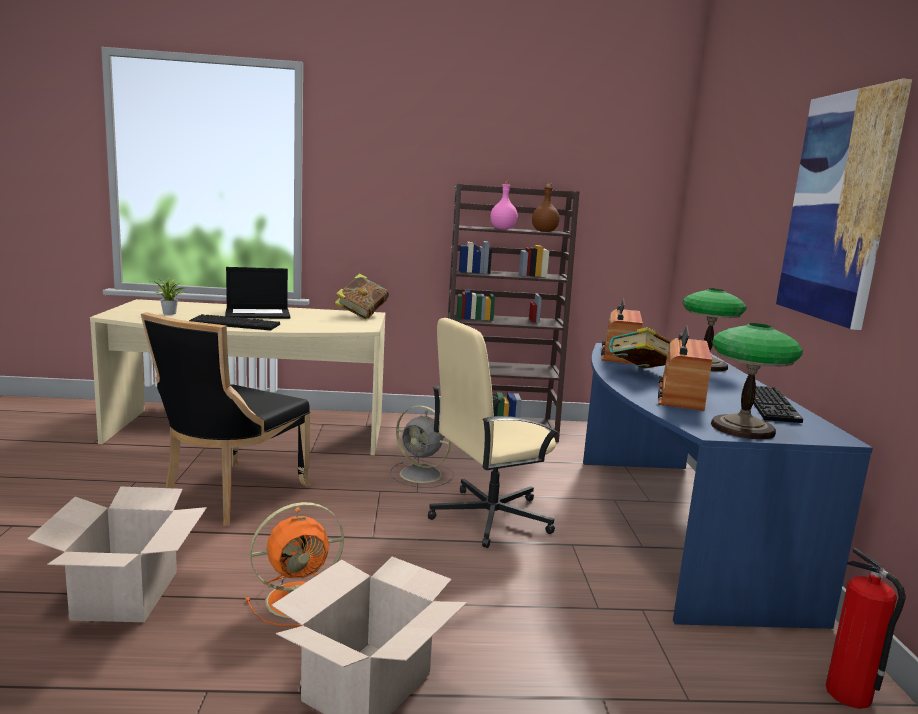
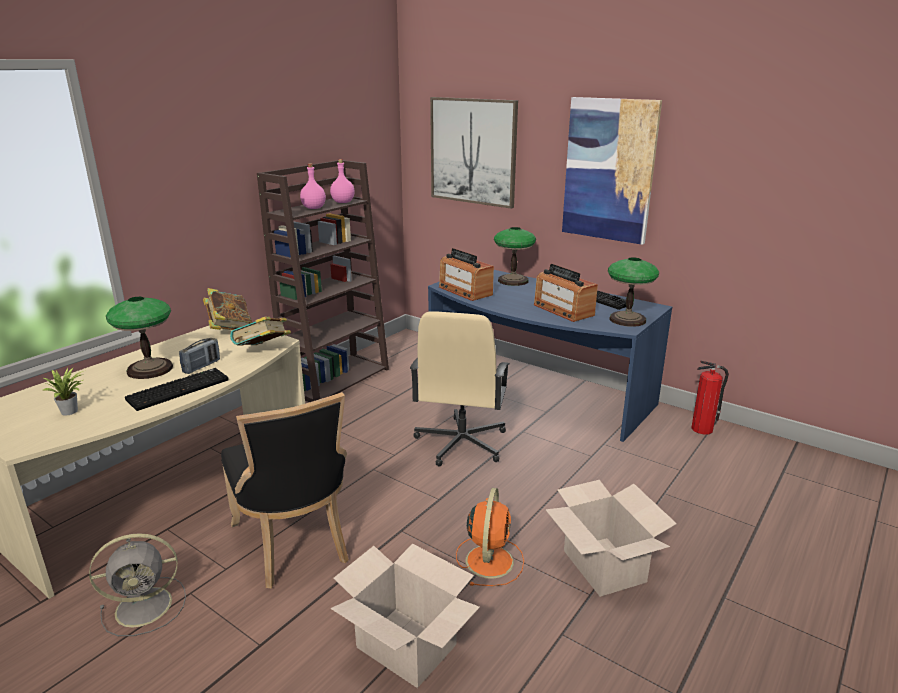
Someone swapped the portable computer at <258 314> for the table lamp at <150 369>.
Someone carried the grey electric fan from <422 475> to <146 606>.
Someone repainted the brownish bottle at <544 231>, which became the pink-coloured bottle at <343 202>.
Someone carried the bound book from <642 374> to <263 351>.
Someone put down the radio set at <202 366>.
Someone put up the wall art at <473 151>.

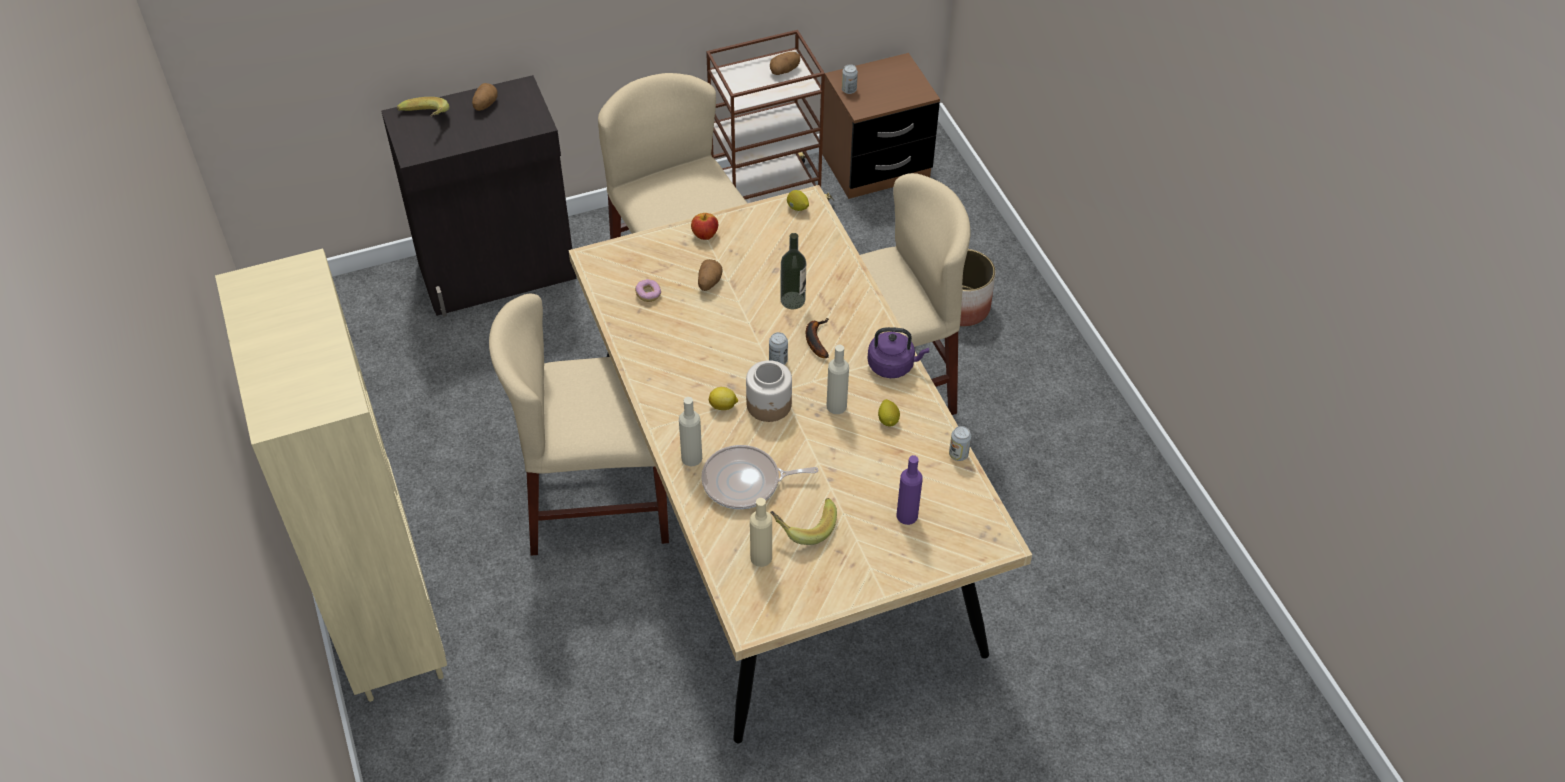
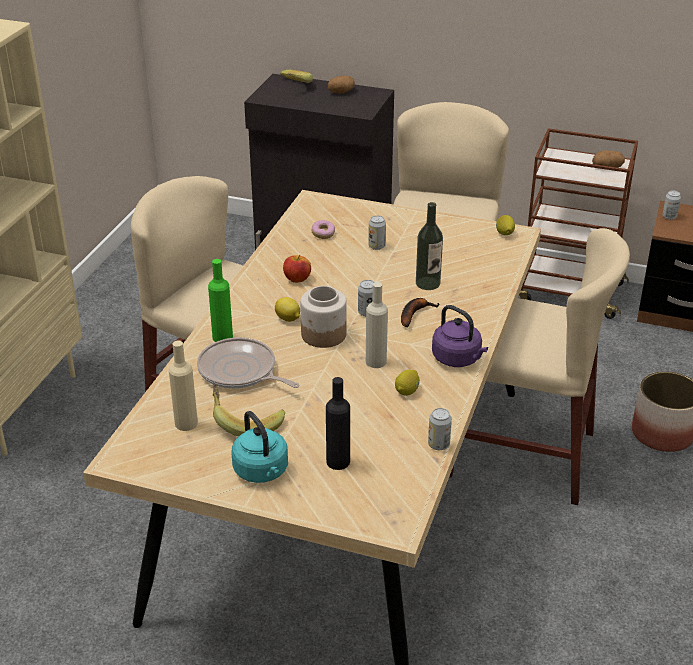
Someone repainted the beige bottle at <691 458>, which became the green bottle at <222 337>.
Someone carried the whole apple from <705 235> to <297 279>.
Someone swapped the whole potato at <709 282> for the can at <376 246>.
Someone repainted the purplish bottle at <907 515>, which became the blackish bottle at <338 461>.
Someone put down the turquoise-coloured kettle at <262 472>.

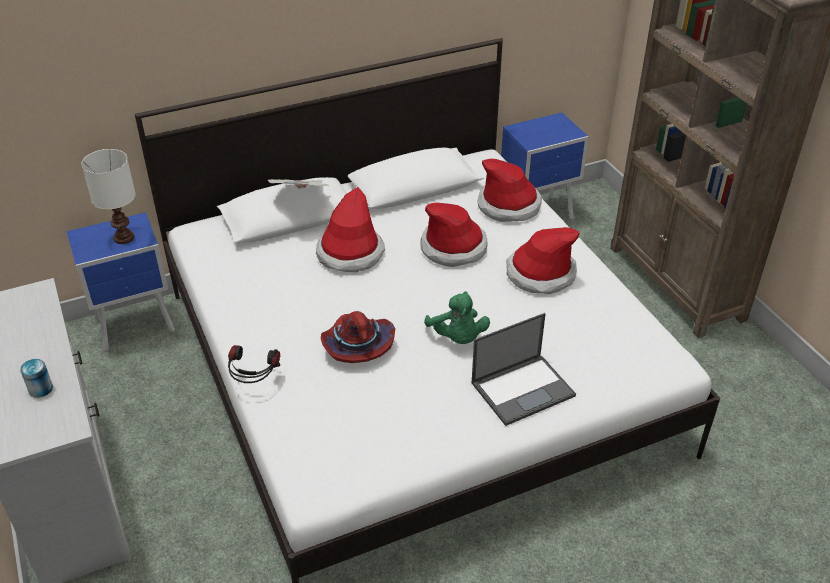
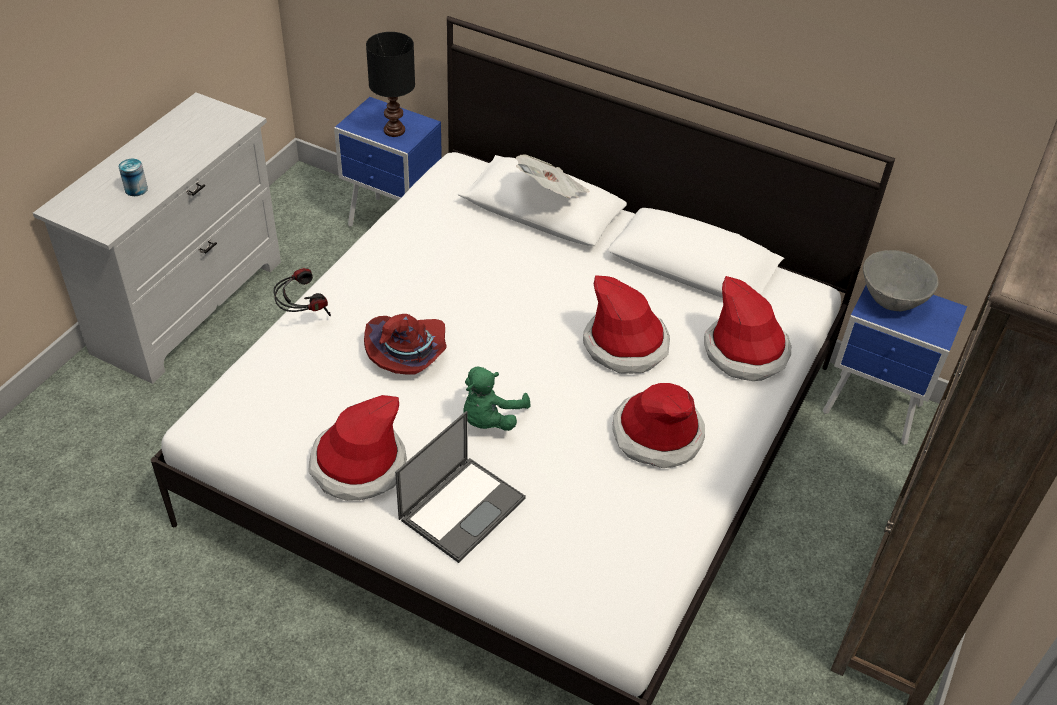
Someone repainted the white-coloured table lamp at <124 237>, which became the blackish table lamp at <395 130>.
Someone carried the clothing hat from <350 253> to <358 465>.
Someone rotated the portable computer at <523 389> by 75 degrees counterclockwise.
Someone put down the grey deep dish at <890 301>.

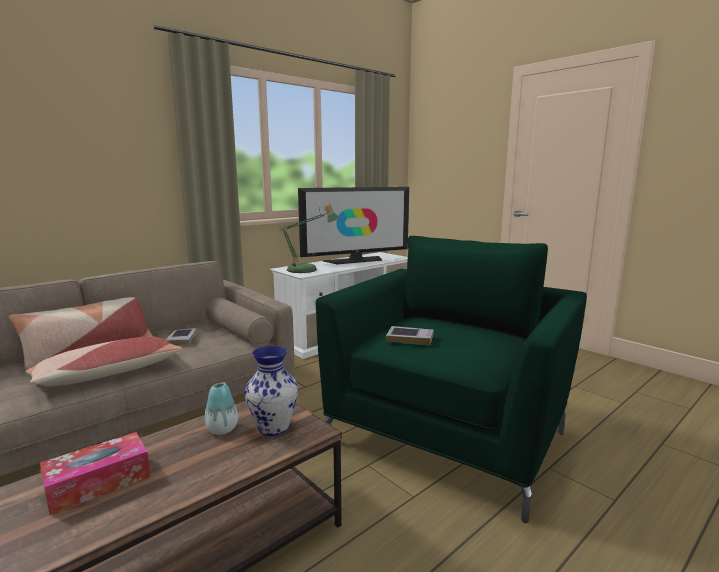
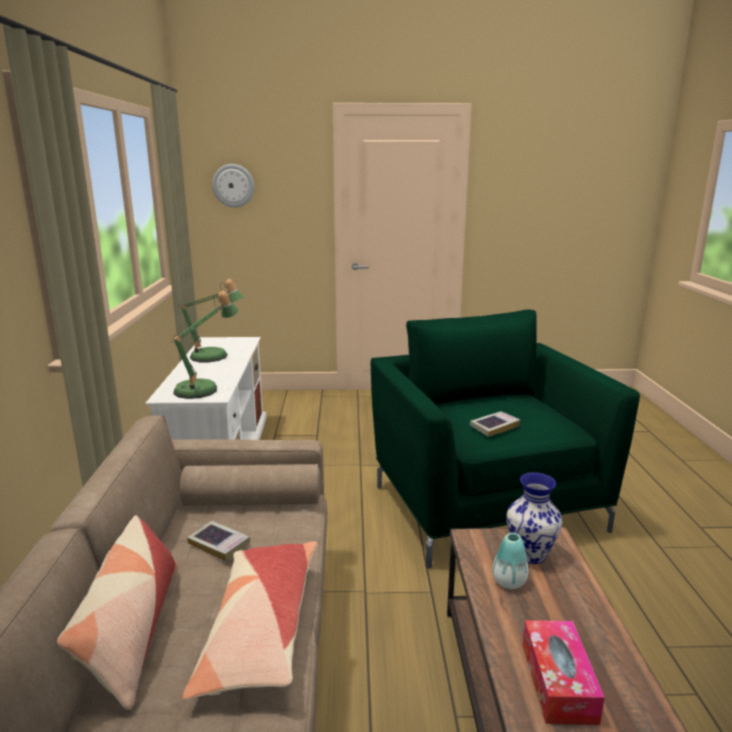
Someone swapped the TV at <355 260> for the table lamp at <214 358>.
Someone put up the wall clock at <233 185>.

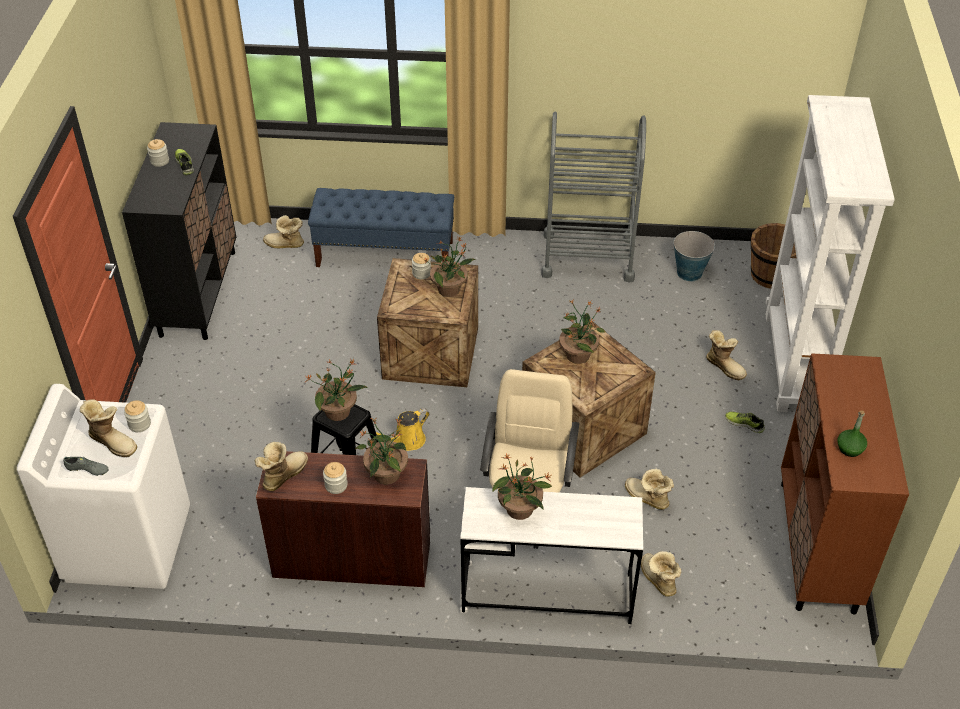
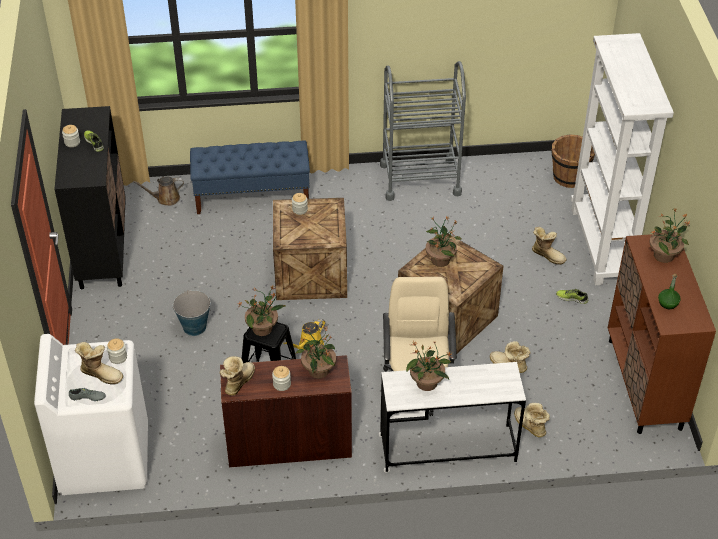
Someone swapped the tall boot at <285 245> for the brownish sprinkling can at <165 199>.
Someone carried the houseplant from <450 289> to <664 255>.
Someone carried the pail from <689 272> to <194 327>.

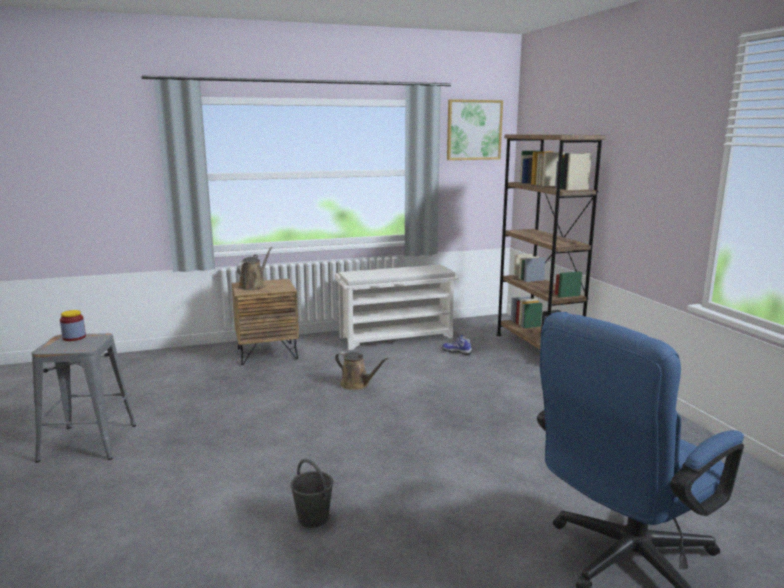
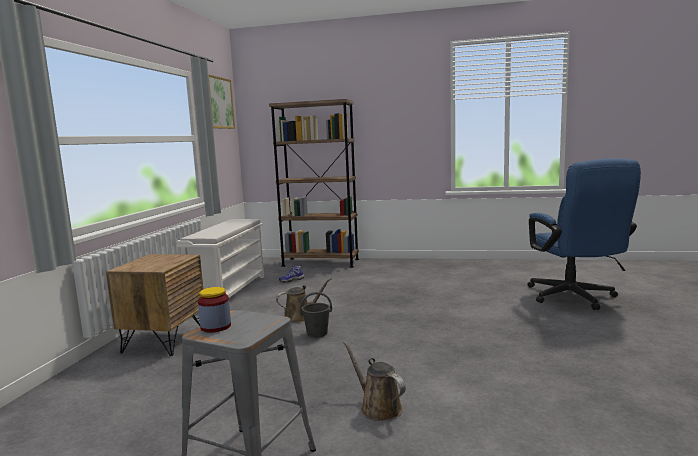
Someone carried the brownish sprinkling can from <253 286> to <378 407>.
Someone carried the grey pail from <313 518> to <317 333>.

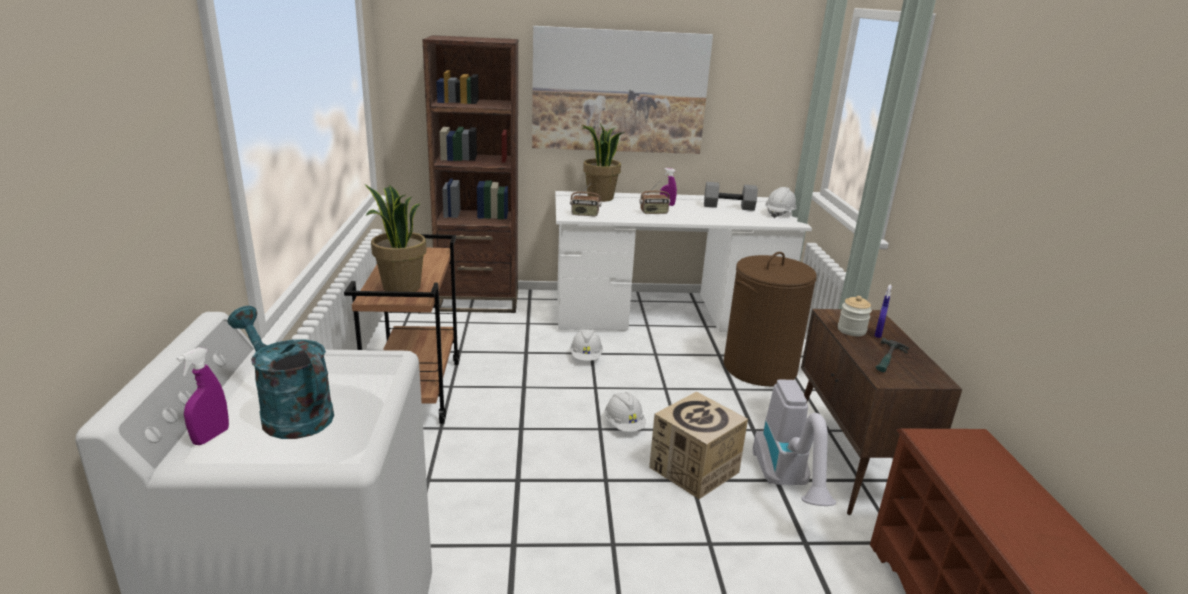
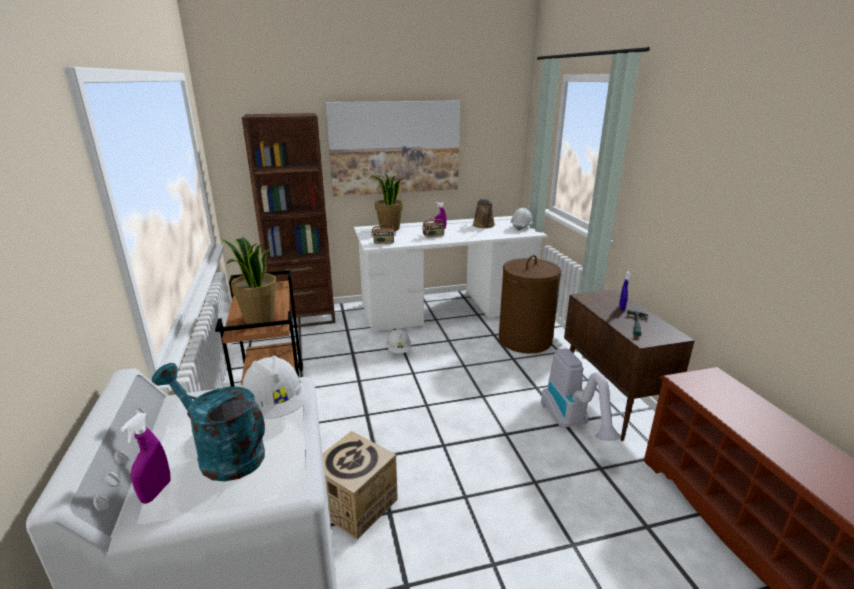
Someone carried the white-coloured work helmet from <624 425> to <275 406>.
Someone carried the packing box from <694 470> to <356 505>.
Someone swapped the grey dumbbell at <729 206> for the brownish sprinkling can at <484 225>.
Someone took away the storage jar at <851 330>.

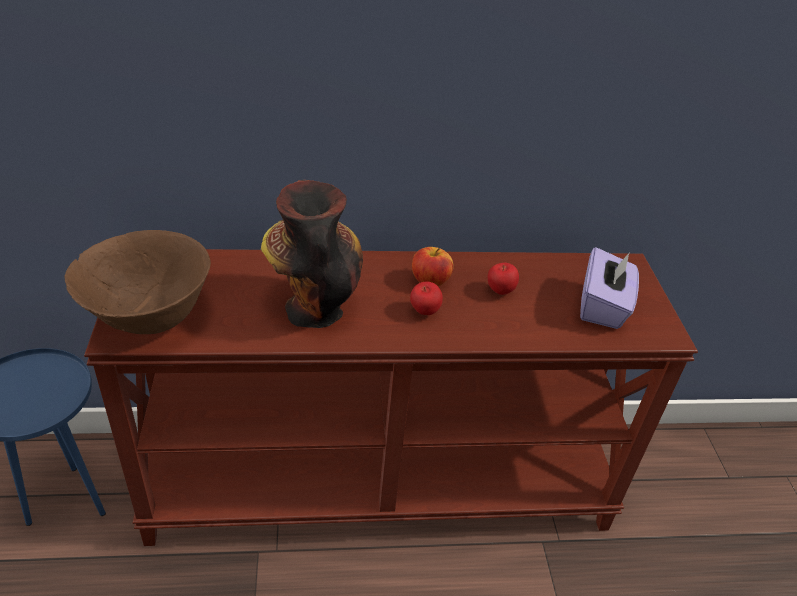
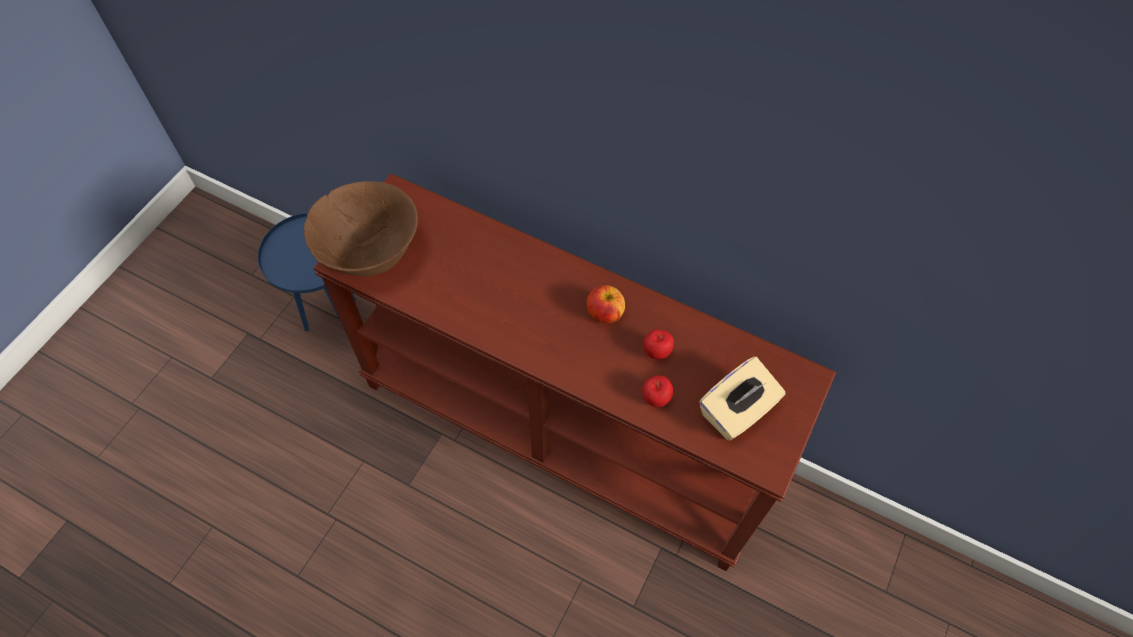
Someone took away the decorative vase at <312 307>.
Someone carried the whole apple from <424 312> to <655 398>.
Someone repainted the purplish box of tissues at <603 306>, which became the beige box of tissues at <737 411>.

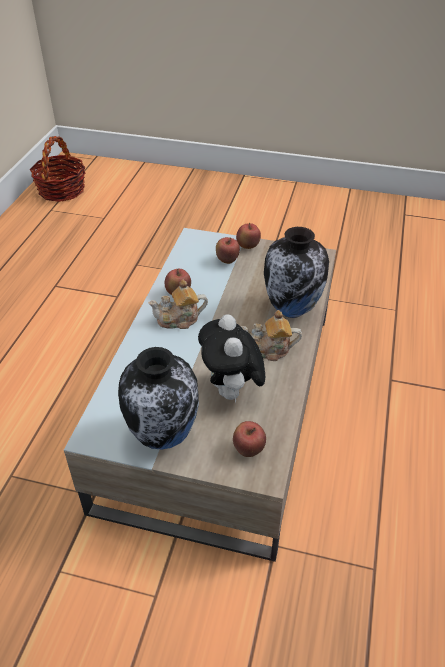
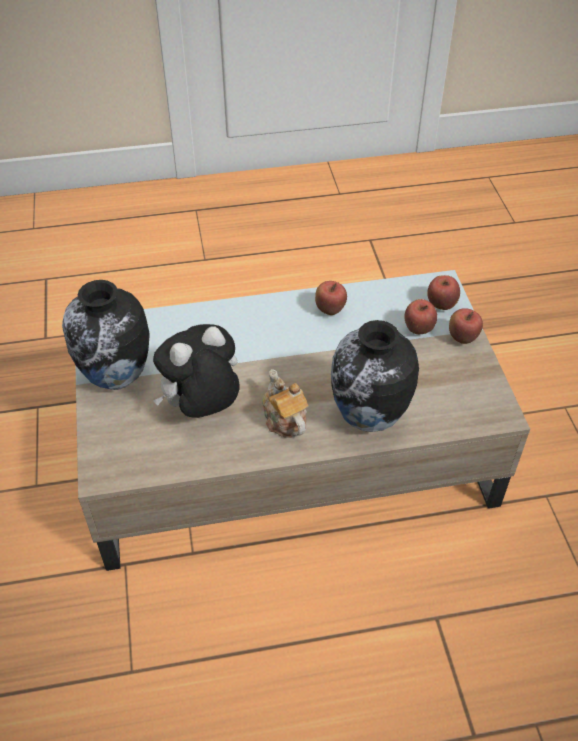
Someone took away the household basket at <61 190>.
Someone took away the pot for tea at <179 319>.
Someone carried the whole apple from <248 450> to <441 305>.

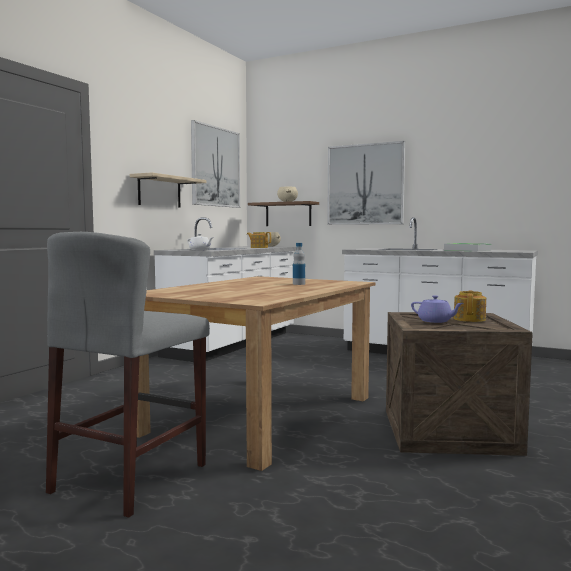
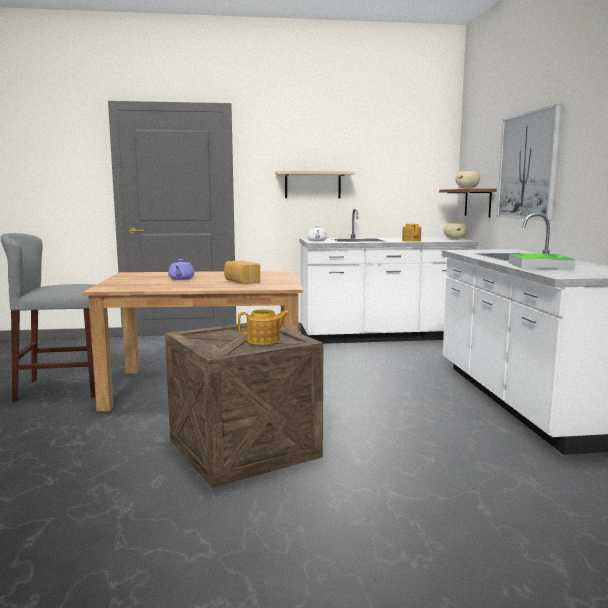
Someone took away the wall art at <215 167>.
Someone swapped the bottle at <299 284> for the baked bread at <241 281>.
Someone carried the purplish pot for tea from <435 321> to <181 279>.

